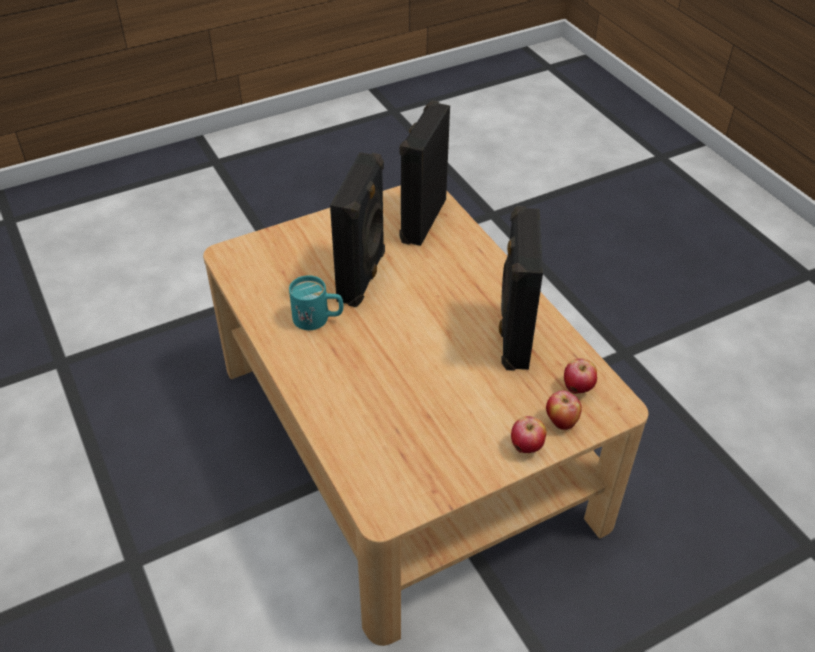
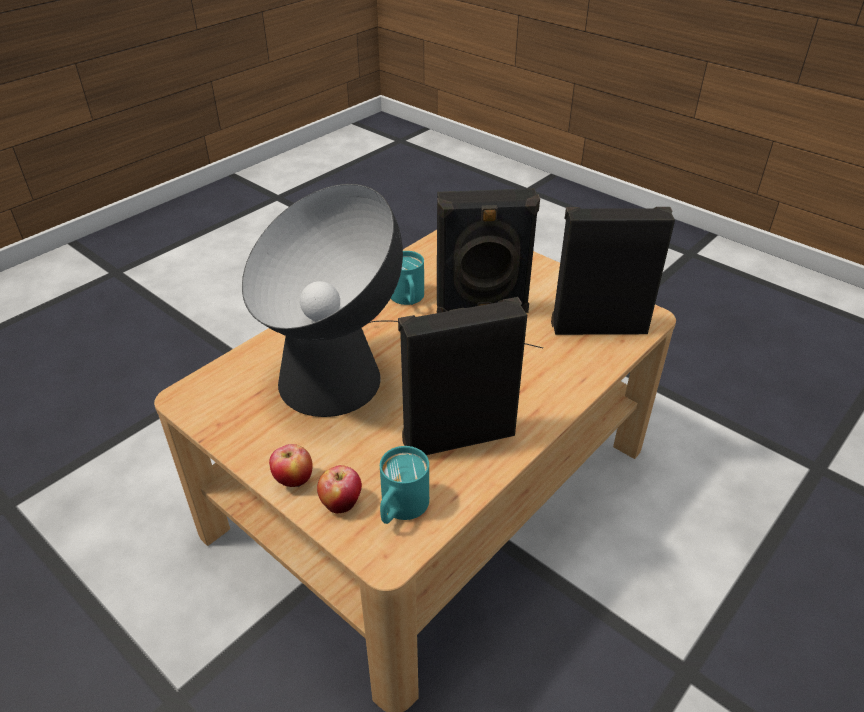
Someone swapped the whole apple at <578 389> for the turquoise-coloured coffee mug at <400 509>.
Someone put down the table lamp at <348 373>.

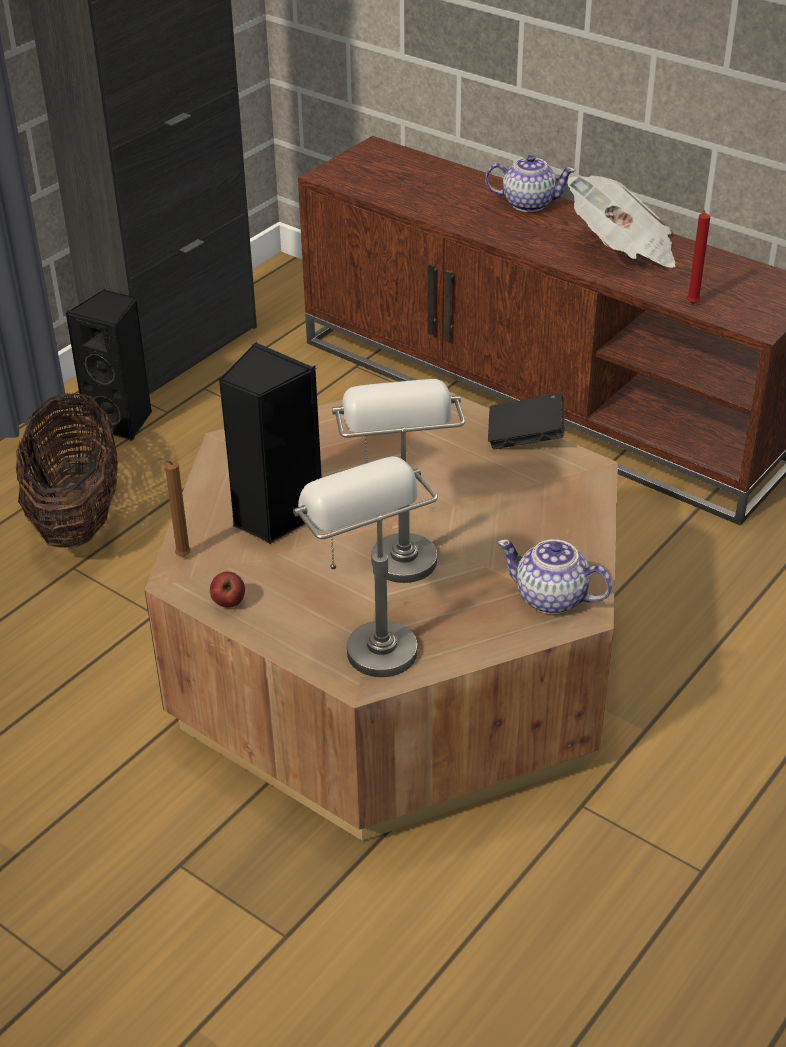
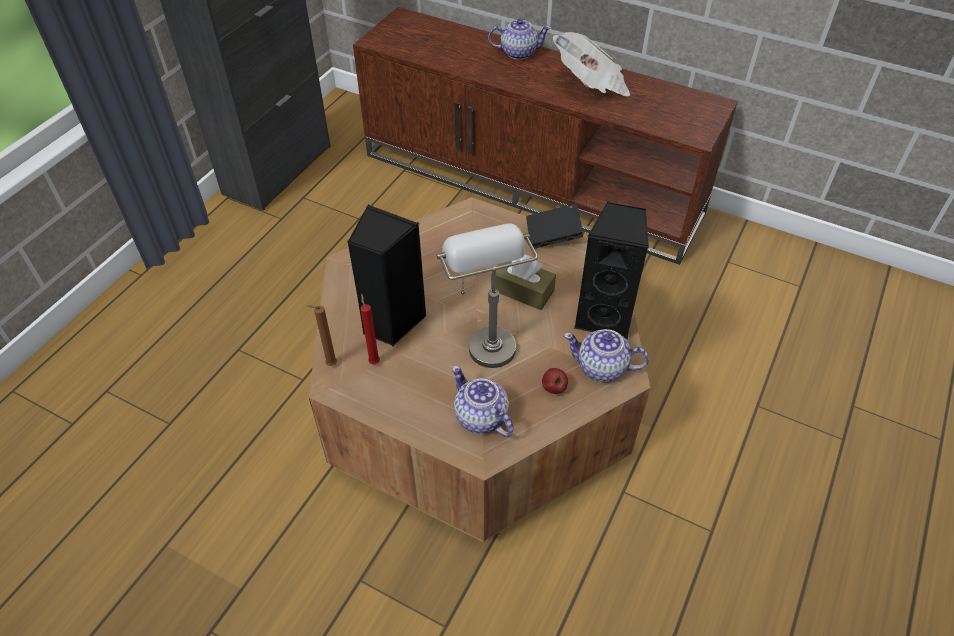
Someone took away the household basket at <77 516>.
Someone carried the blackish audio speaker from <122 421> to <605 317>.
Someone carried the whole apple from <228 602> to <553 388>.
Someone swapped the grey table lamp at <368 637> for the pot for tea at <481 418>.
Someone carried the red-coloured wax candle from <692 302> to <374 361>.
Someone put down the brownish box of tissues at <522 290>.

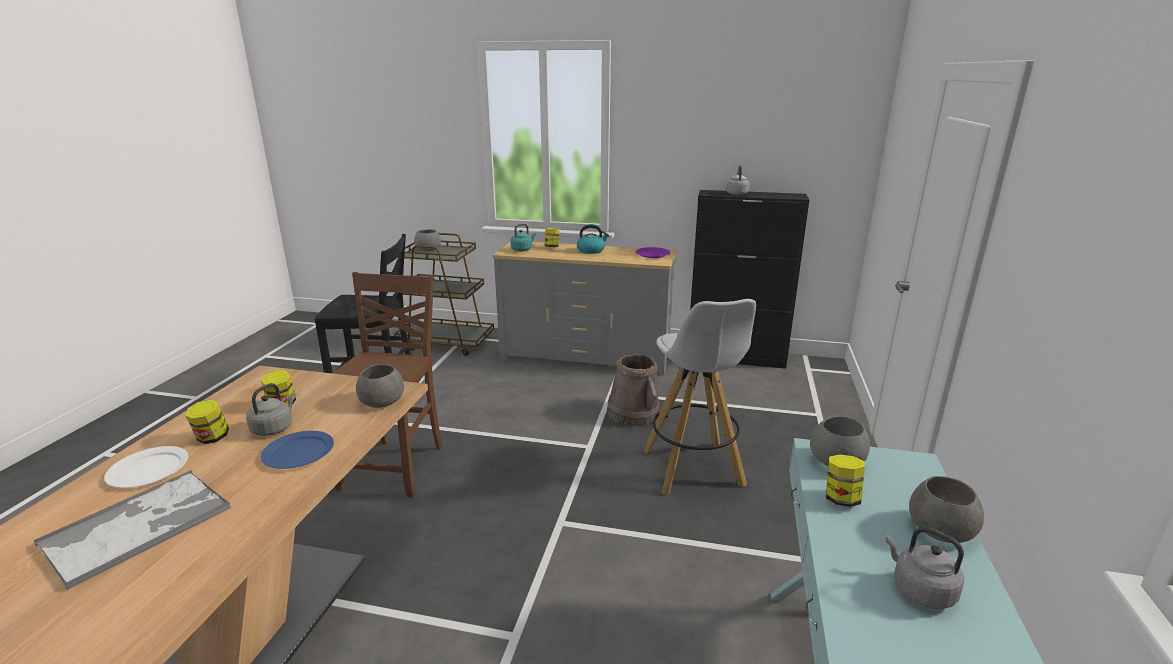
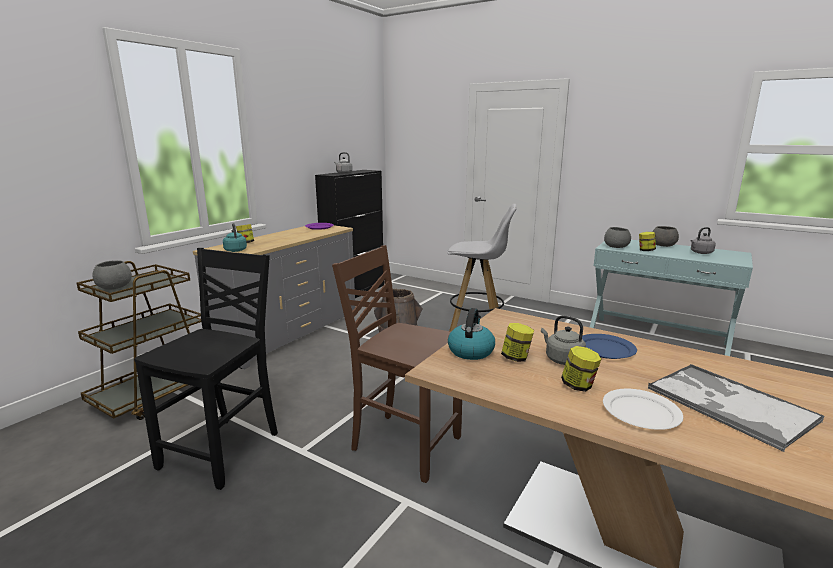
Someone took away the grey deep dish at <381 402>.
Someone carried the kettle from <591 250> to <470 351>.

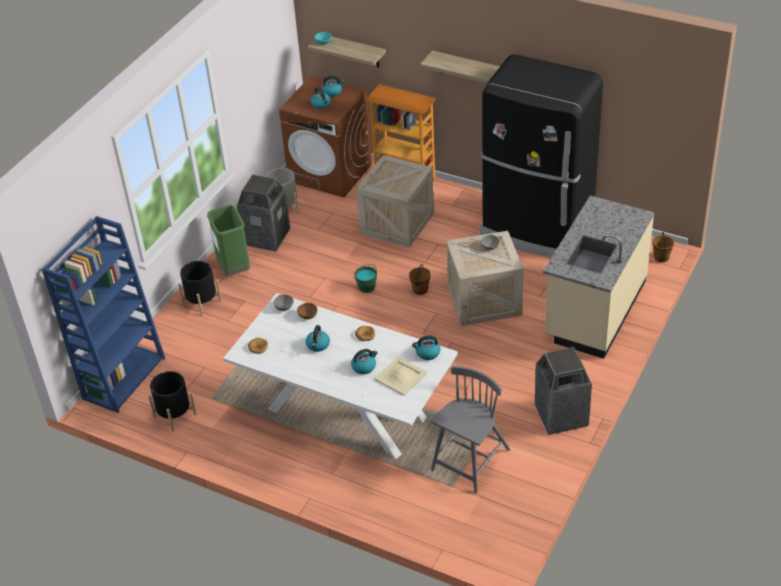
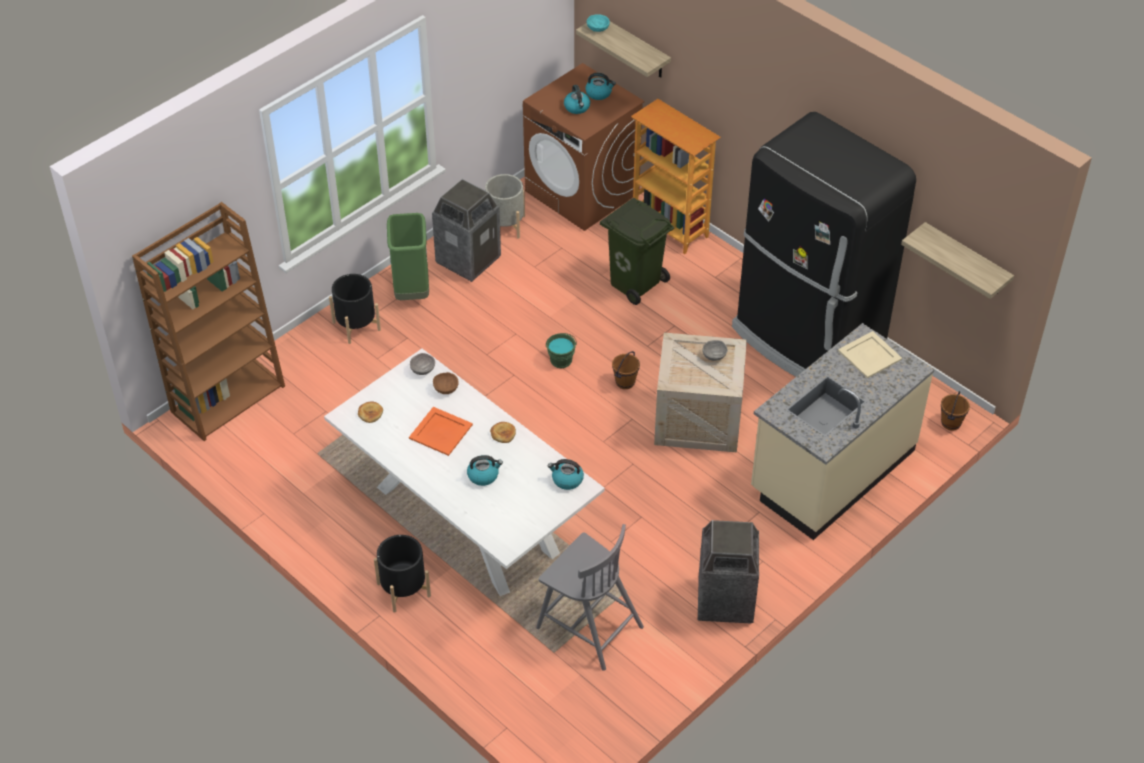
Someone repainted the bluish bookcase at <124 377>, which became the brownish bookcase at <228 398>.
Someone carried the blackish plant pot from <174 415> to <403 589>.
Someone swapped the kettle at <318 345> for the orange-coloured carrying tray at <441 431>.
Someone swapped the packing crate at <397 222> for the green waste bin at <635 282>.
Someone carried the beige carrying tray from <401 377> to <869 355>.
Someone carried the wall shelf from <467 68> to <966 260>.
Someone rotated the grey plain chair at <470 461> by 75 degrees clockwise.

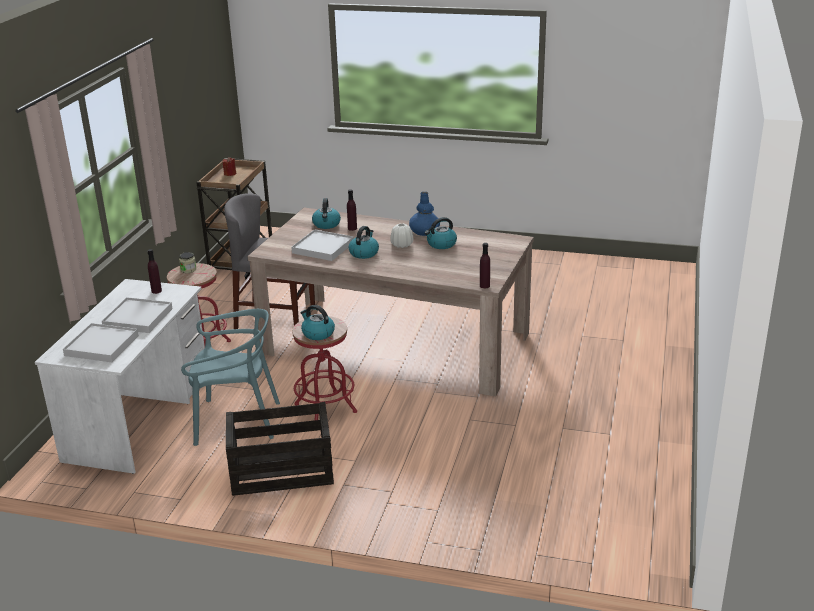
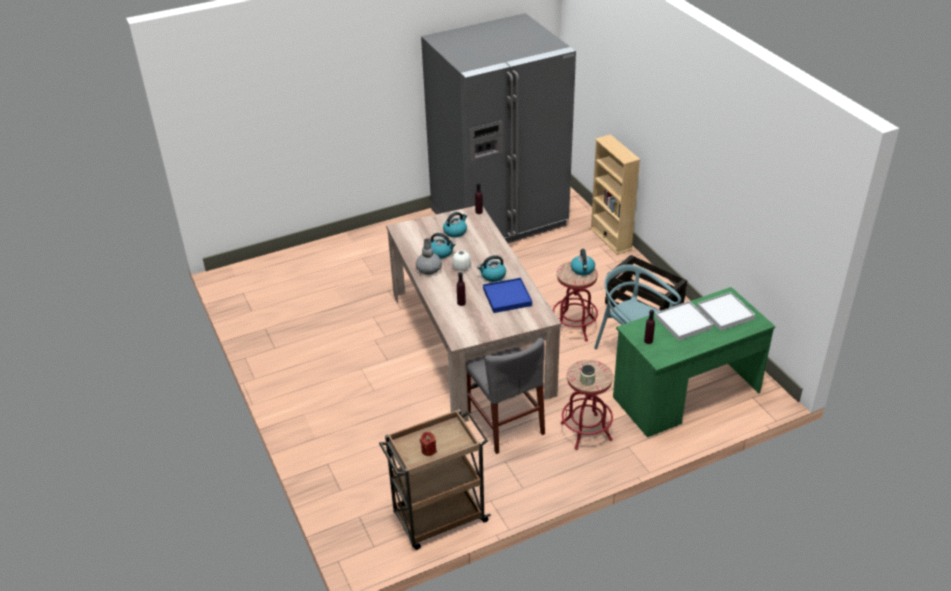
Someone repainted the white-coloured desk unit at <139 418>, which became the green desk unit at <685 395>.
Someone repainted the white-coloured carrying tray at <323 248>, which became the bluish carrying tray at <507 297>.
Someone carried the kettle from <326 224> to <455 232>.
Someone repainted the bluish decorative vase at <424 231>, which became the grey decorative vase at <429 269>.
Someone put down the grey fridge at <498 218>.
Someone put down the beige bookcase at <610 238>.

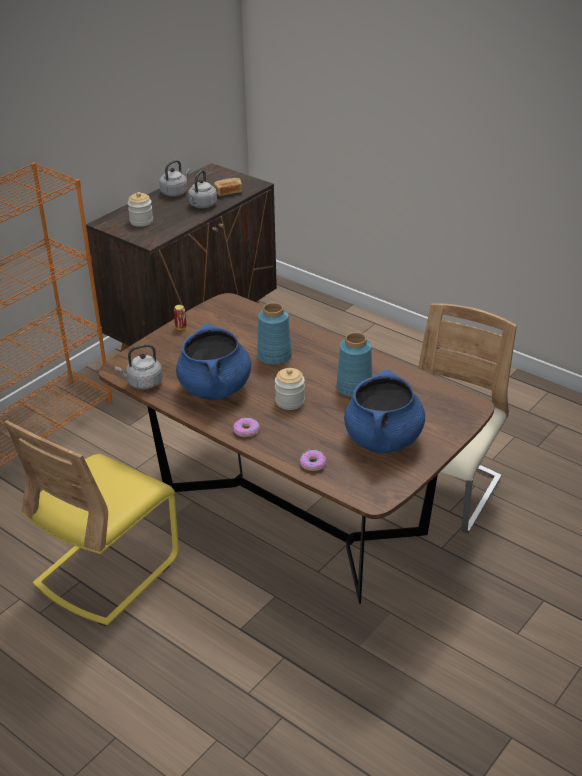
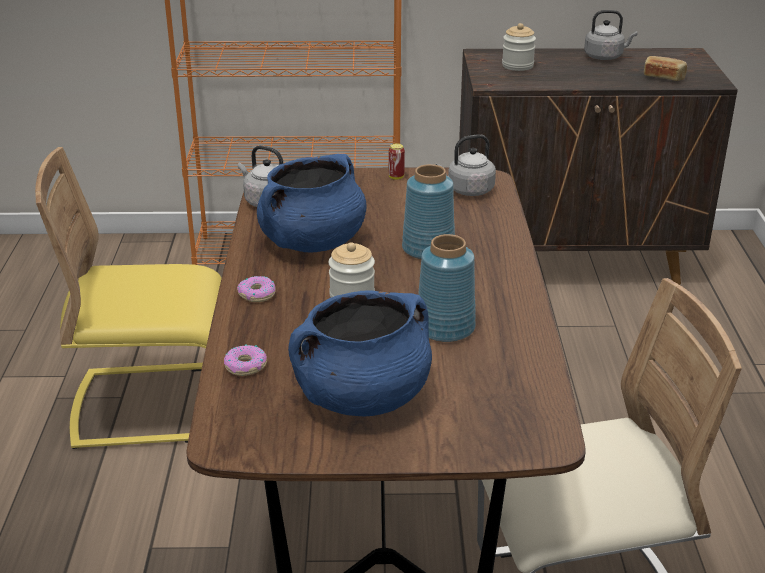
Someone carried the grey kettle from <202 205> to <468 190>.

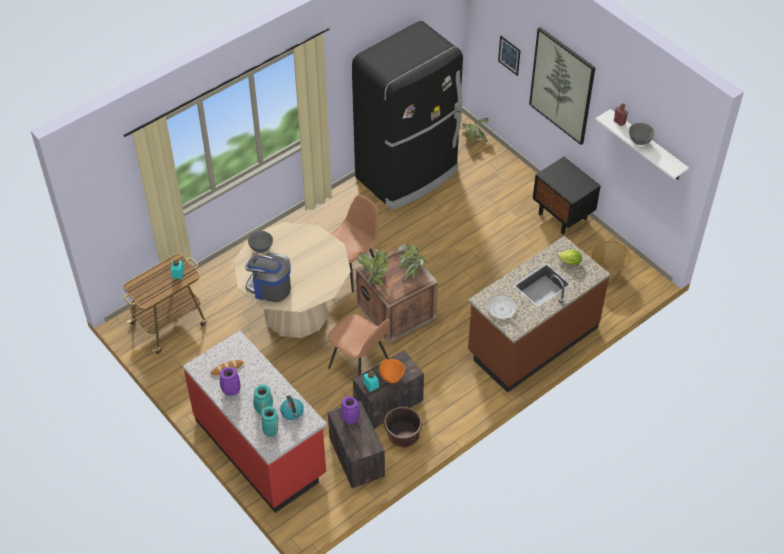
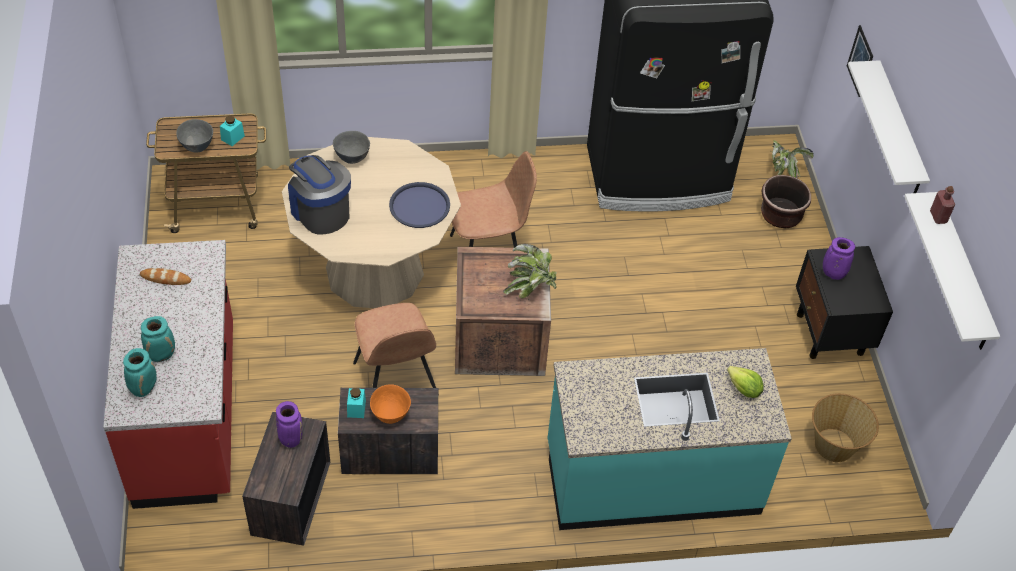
Someone carried the purplish decorative vase from <231 391> to <832 274>.
Someone took away the kettle at <292 412>.
Someone took away the houseplant at <375 273>.
Someone carried the brownish plant pot from <402 435> to <780 215>.
Someone repainted the brownish kitchen base unit at <532 340>, which became the turquoise-coloured kitchen base unit at <652 478>.
Someone took away the frying pan at <503 311>.
Someone swapped the wall art at <562 86> for the white-coloured wall shelf at <899 131>.
Someone carried the grey deep dish from <639 141> to <197 147>.
Someone put down the bluish carrying tray at <419 206>.

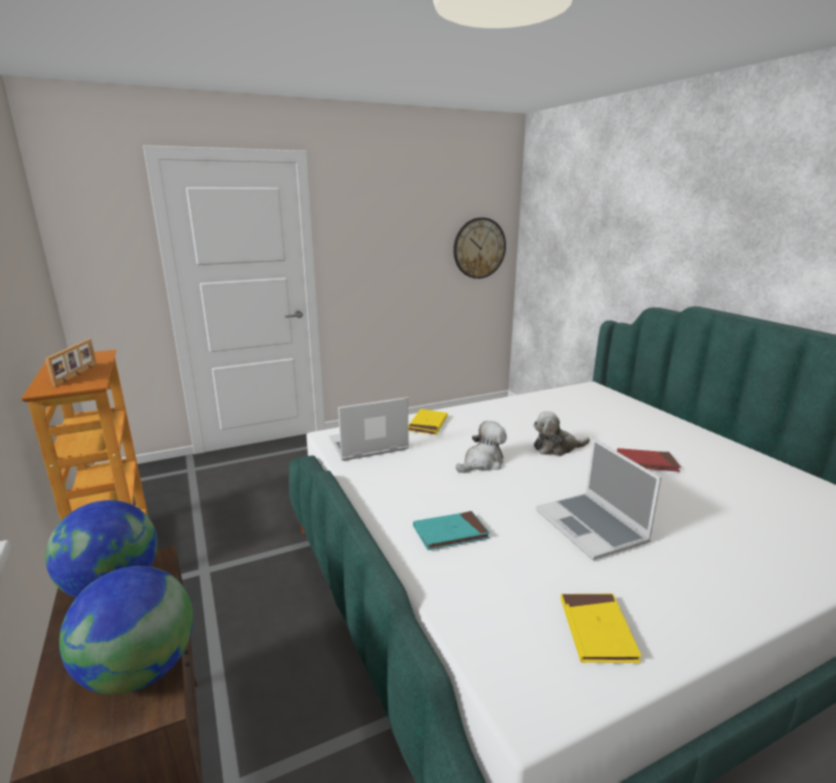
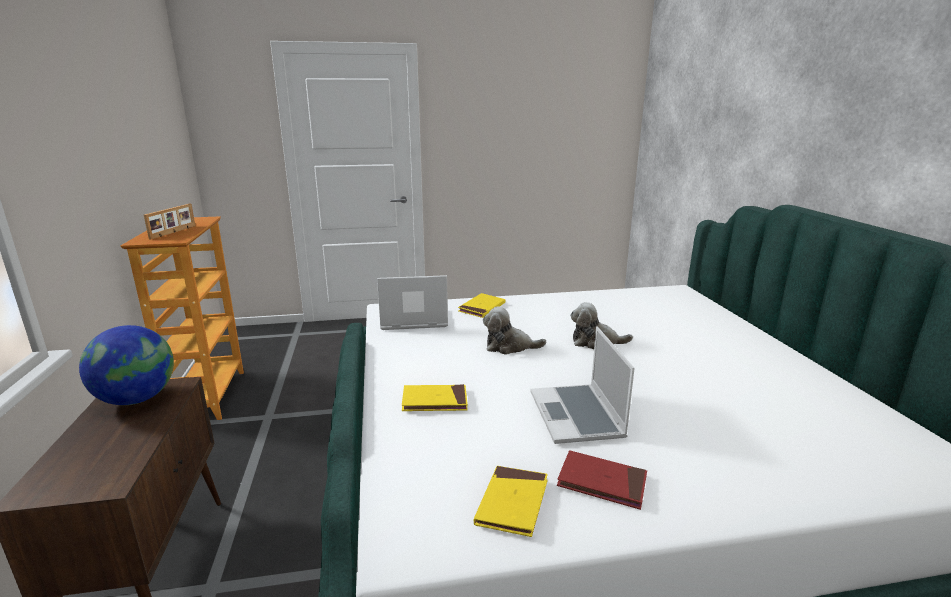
Someone took away the desk globe at <140 671>.
Someone repainted the turquoise-coloured bound book at <450 533>, which became the yellow bound book at <434 401>.
Someone took away the wall clock at <479 248>.
Someone rotated the soft toy at <482 463> by 150 degrees counterclockwise.
Someone carried the red-coloured bound book from <647 462> to <602 482>.

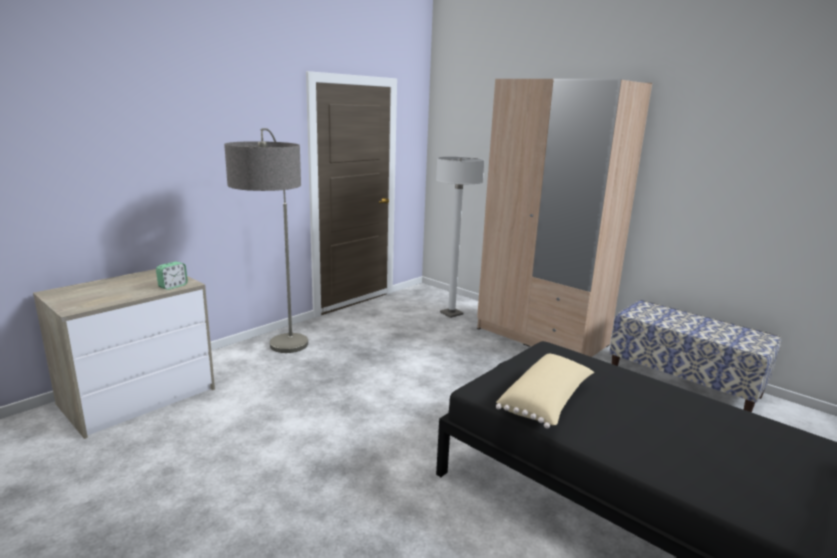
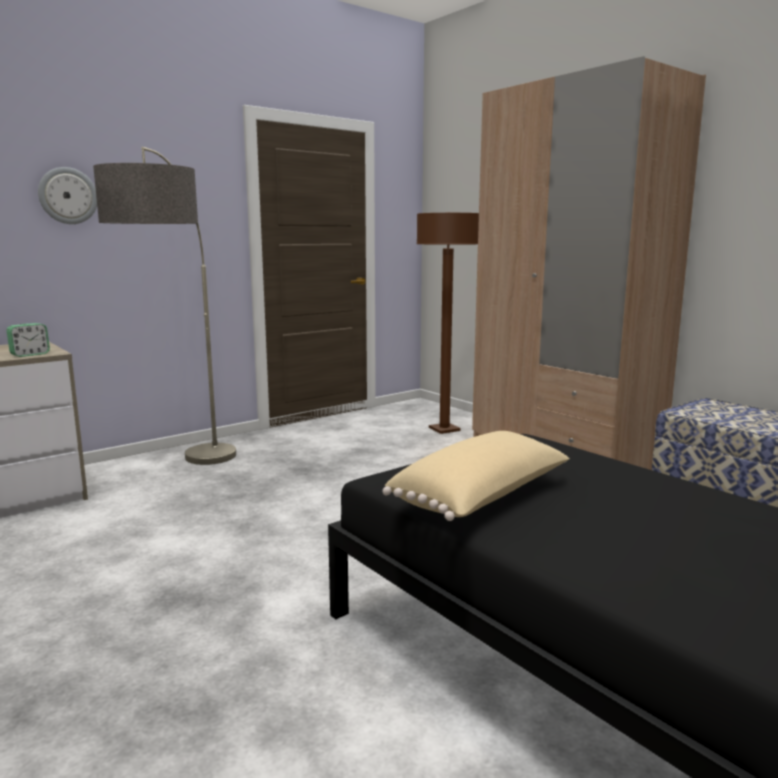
Someone repainted the white-coloured standing lamp at <451 313>, which became the brownish standing lamp at <444 429>.
Someone put up the wall clock at <68 196>.

